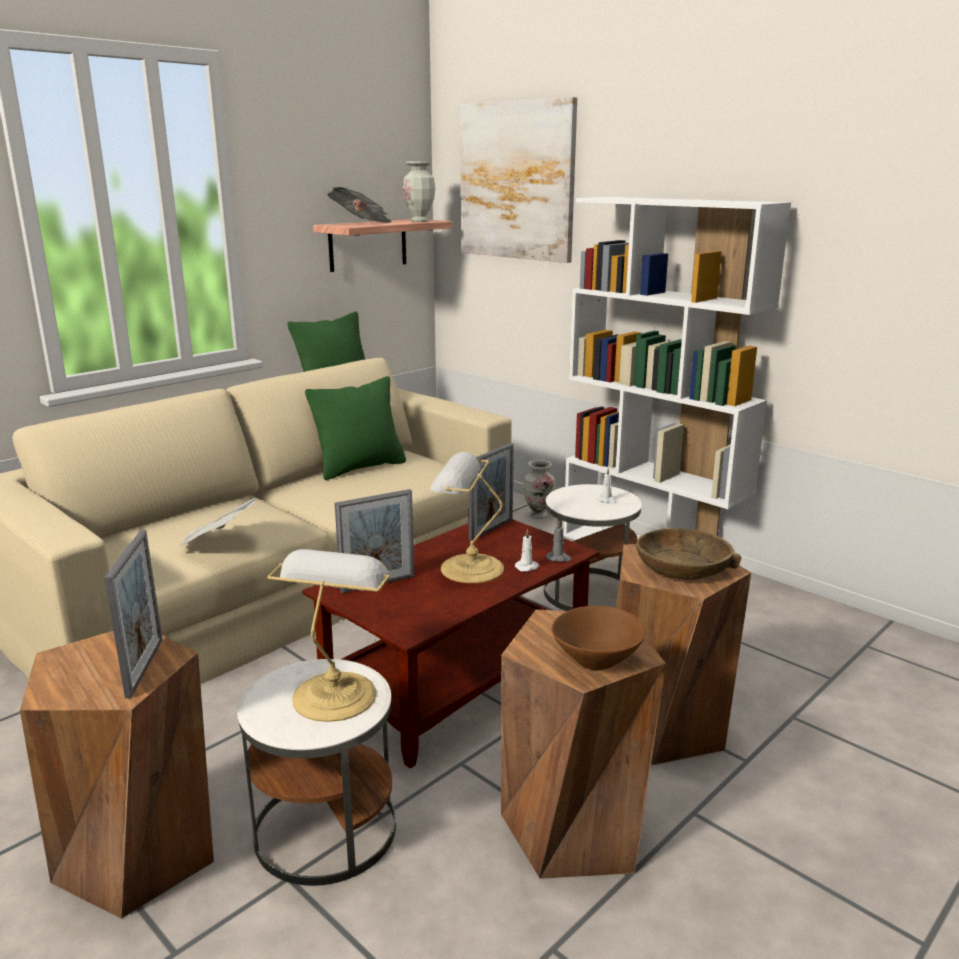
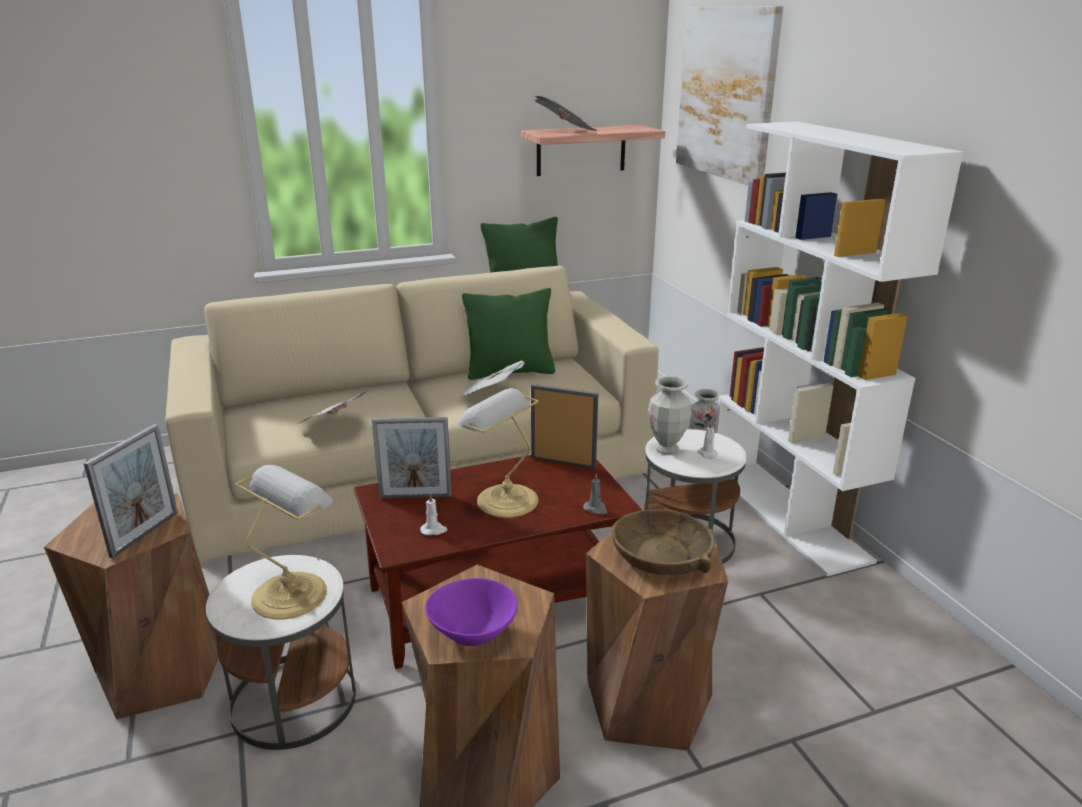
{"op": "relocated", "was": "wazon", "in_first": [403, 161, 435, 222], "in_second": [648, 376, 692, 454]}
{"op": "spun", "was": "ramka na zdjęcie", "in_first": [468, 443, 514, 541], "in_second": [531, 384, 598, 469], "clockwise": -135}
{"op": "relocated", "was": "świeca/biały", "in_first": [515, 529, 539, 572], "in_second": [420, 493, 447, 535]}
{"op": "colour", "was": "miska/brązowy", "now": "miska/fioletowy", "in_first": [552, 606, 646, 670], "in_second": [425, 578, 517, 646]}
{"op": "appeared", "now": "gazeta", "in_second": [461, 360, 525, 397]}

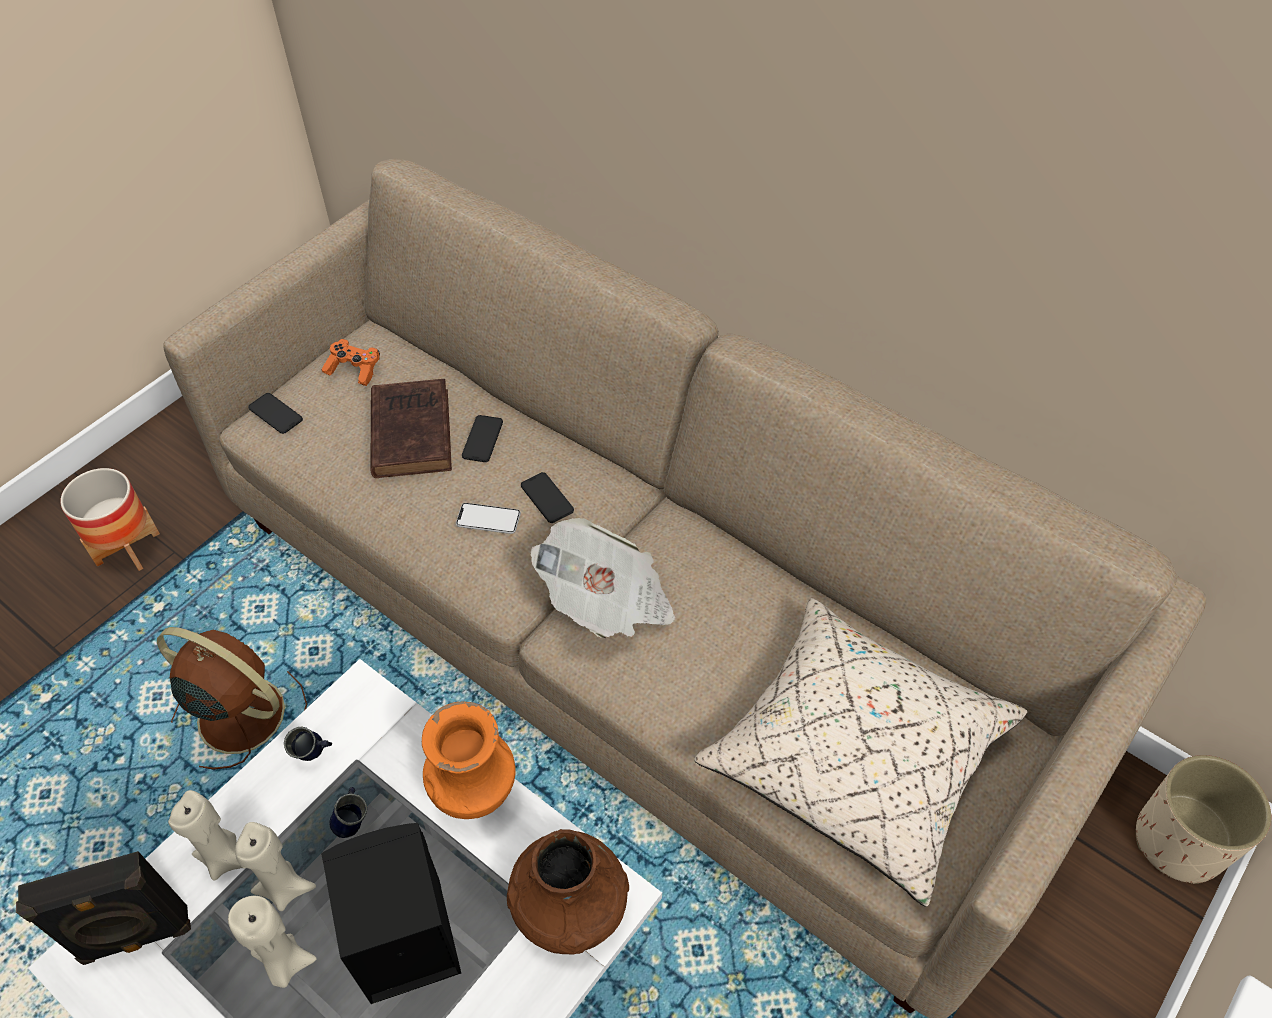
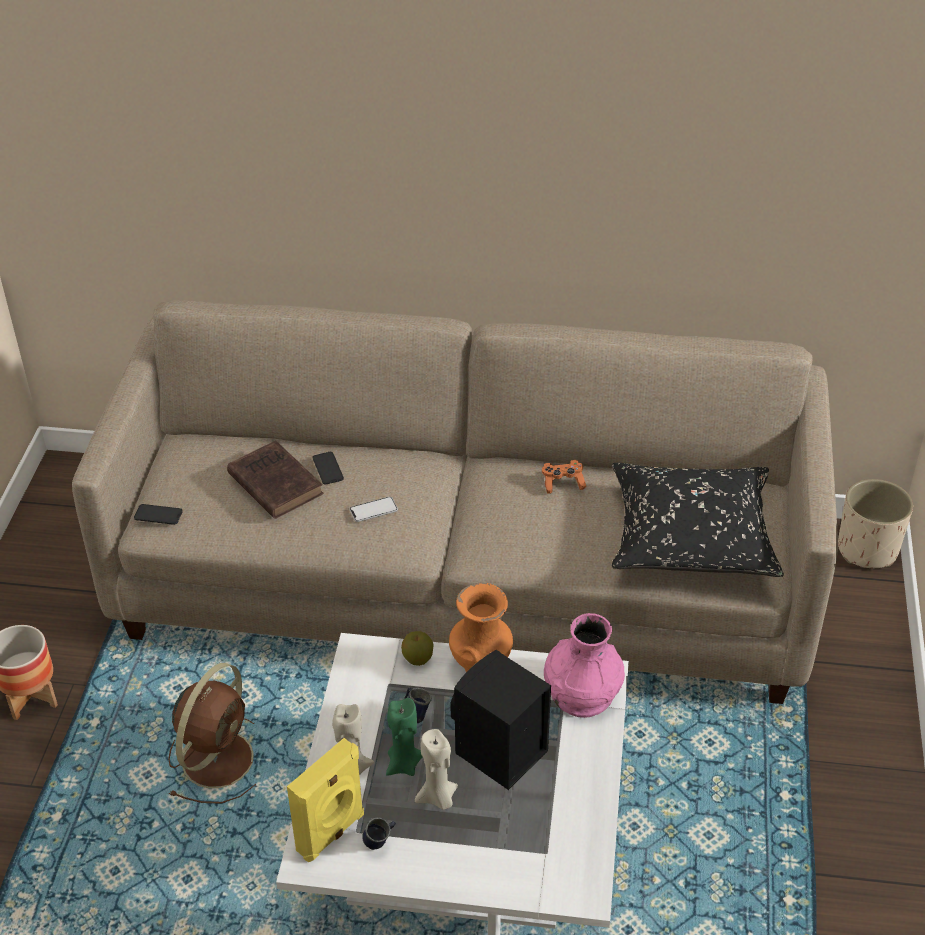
{"op": "relocated", "was": "pad do gier/pomarańczowy", "in_first": [322, 339, 380, 386], "in_second": [542, 460, 587, 494]}
{"op": "missing", "was": "telefon", "in_first": [521, 472, 574, 523]}
{"op": "missing", "was": "gazeta", "in_first": [531, 518, 675, 639]}
{"op": "colour", "was": "poduszka/beżowy", "now": "poduszka/czarny", "in_first": [694, 598, 1027, 907], "in_second": [612, 463, 784, 577]}
{"op": "spun", "was": "wentylator/brązowy", "in_first": [157, 627, 307, 769], "in_second": [168, 663, 256, 803], "clockwise": 120}
{"op": "relocated", "was": "kubek/niebieski", "in_first": [284, 727, 332, 761], "in_second": [362, 818, 396, 850]}
{"op": "colour", "was": "świeca/beżowy", "now": "świeca/zielony", "in_first": [235, 822, 316, 911], "in_second": [386, 698, 423, 776]}
{"op": "colour", "was": "wazon/brązowy", "now": "wazon/różowy", "in_first": [507, 829, 629, 955], "in_second": [544, 613, 625, 718]}
{"op": "colour", "was": "głośnik/czarny", "now": "głośnik/żółty", "in_first": [16, 851, 191, 965], "in_second": [287, 738, 364, 863]}
{"op": "appeared", "now": "jabłko", "in_second": [401, 631, 434, 666]}

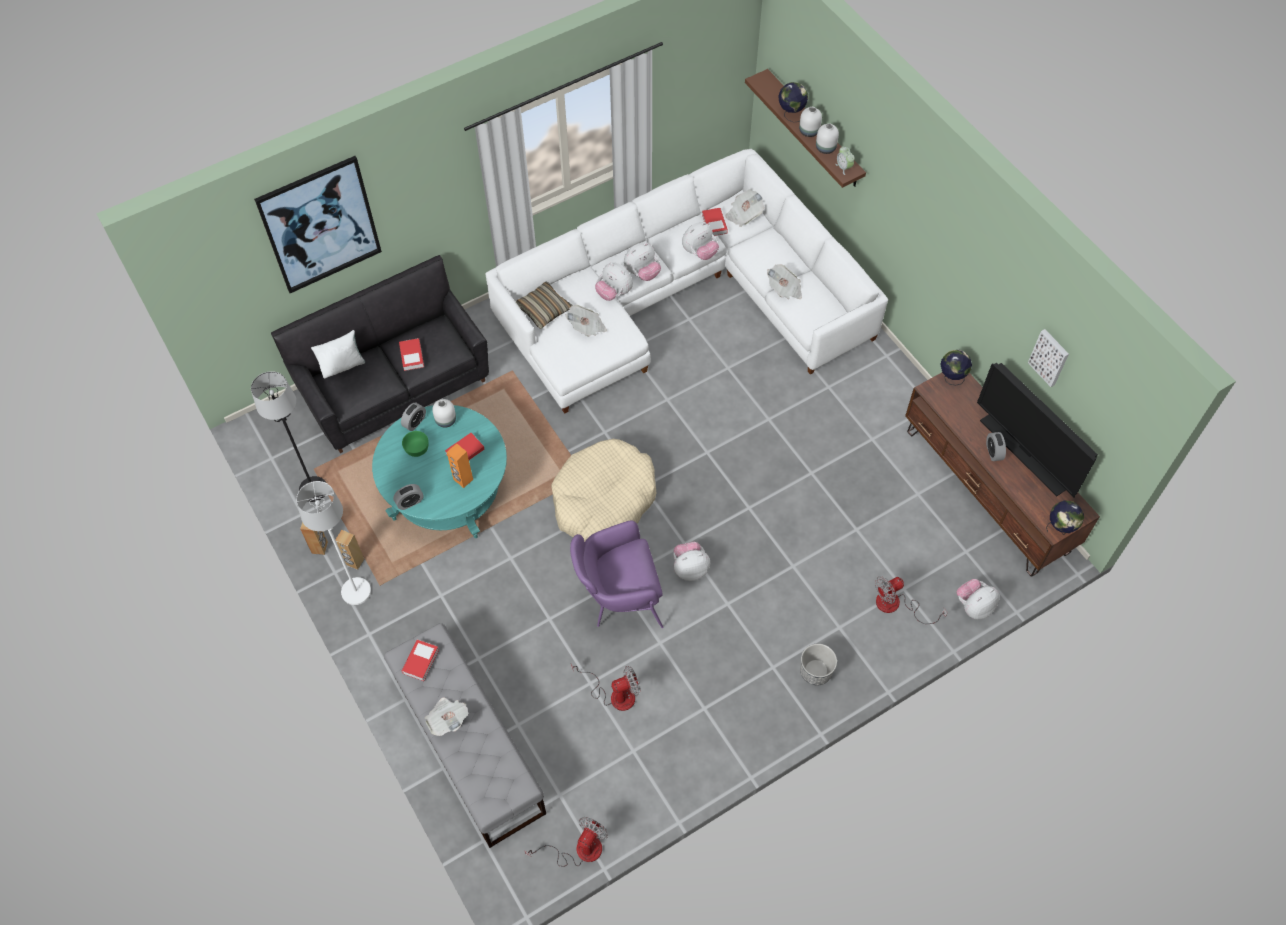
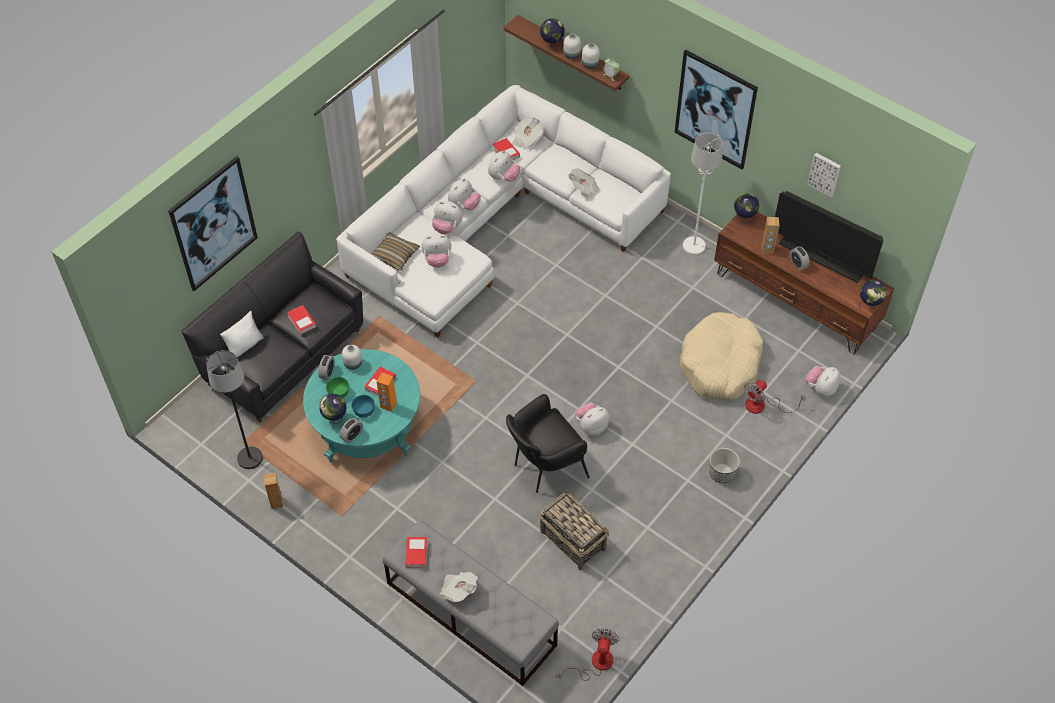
{"op": "exchanged", "was": "gazeta", "now": "pluszak", "in_first": [565, 305, 607, 336], "in_second": [421, 233, 451, 268]}
{"op": "relocated", "was": "legowisko/beżowy", "in_first": [551, 439, 657, 542], "in_second": [680, 312, 763, 400]}
{"op": "relocated", "was": "lampa stojąca/biały", "in_first": [296, 481, 371, 605], "in_second": [683, 132, 723, 255]}
{"op": "colour", "was": "fotel/fioletowy", "now": "fotel/czarny", "in_first": [570, 520, 664, 628], "in_second": [506, 394, 590, 493]}
{"op": "relocated", "was": "głośnik/brązowy", "in_first": [336, 530, 364, 570], "in_second": [761, 217, 780, 254]}
{"op": "exchanged", "was": "wentylator", "now": "koszyk", "in_first": [571, 664, 641, 711], "in_second": [539, 490, 610, 570]}
{"op": "appeared", "now": "obraz", "in_second": [674, 50, 758, 169]}
{"op": "appeared", "now": "globus", "in_second": [319, 394, 347, 424]}
{"op": "appeared", "now": "miska/turkusowy", "in_second": [352, 395, 375, 418]}

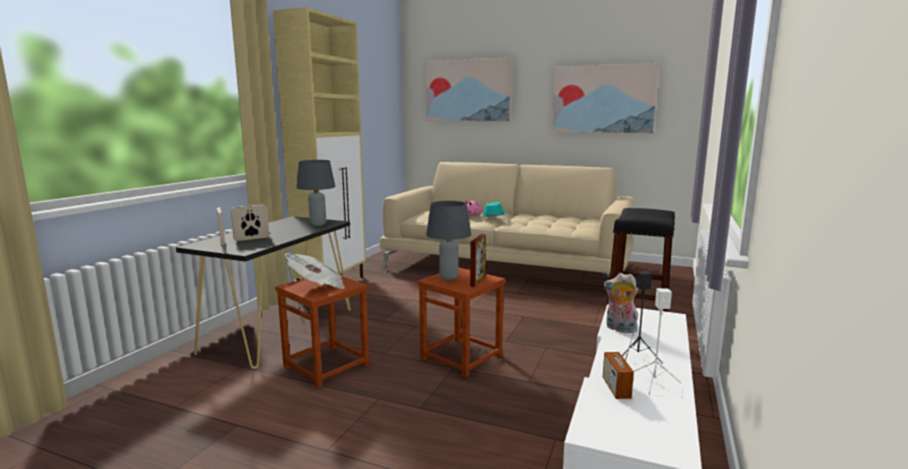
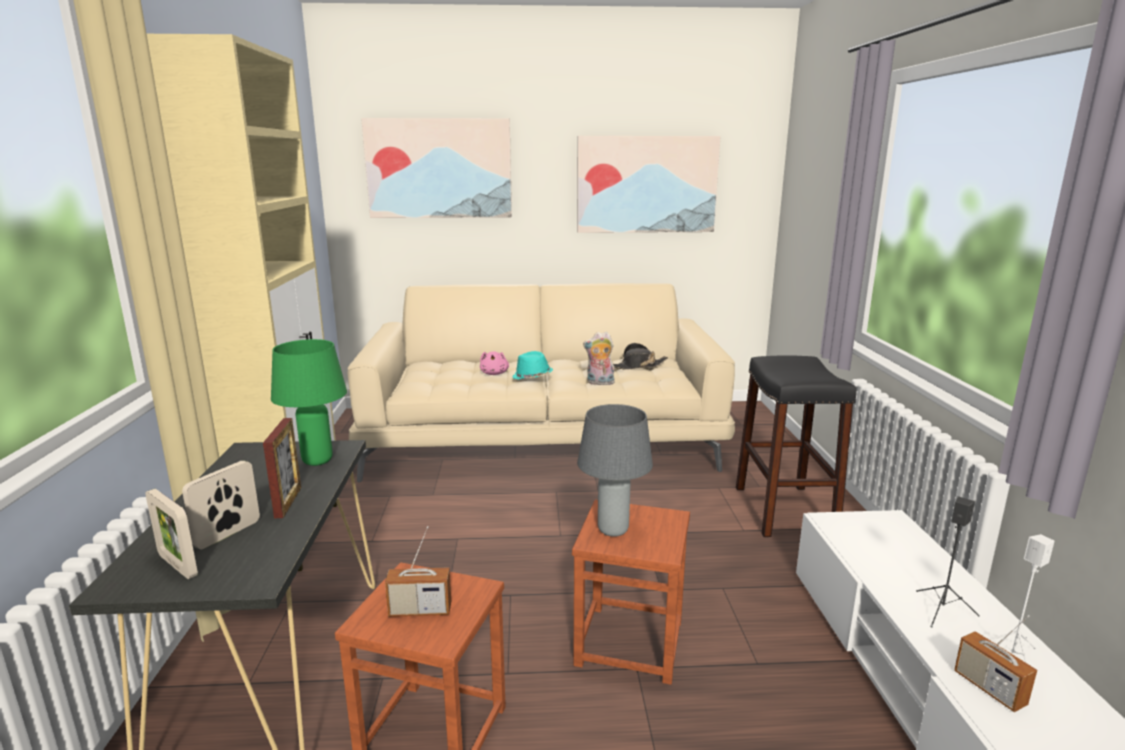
{"op": "colour", "was": "lampa stołowa/szary", "now": "lampa stołowa/zielony", "in_first": [296, 160, 335, 226], "in_second": [271, 339, 347, 466]}
{"op": "relocated", "was": "ramka na zdjęcie", "in_first": [470, 234, 486, 287], "in_second": [263, 418, 301, 518]}
{"op": "exchanged", "was": "gazeta", "now": "radio", "in_first": [284, 253, 345, 289], "in_second": [385, 526, 451, 617]}
{"op": "relocated", "was": "pluszak", "in_first": [604, 273, 639, 333], "in_second": [583, 332, 615, 385]}
{"op": "appeared", "now": "kapelusz/czarny", "in_second": [613, 343, 668, 370]}

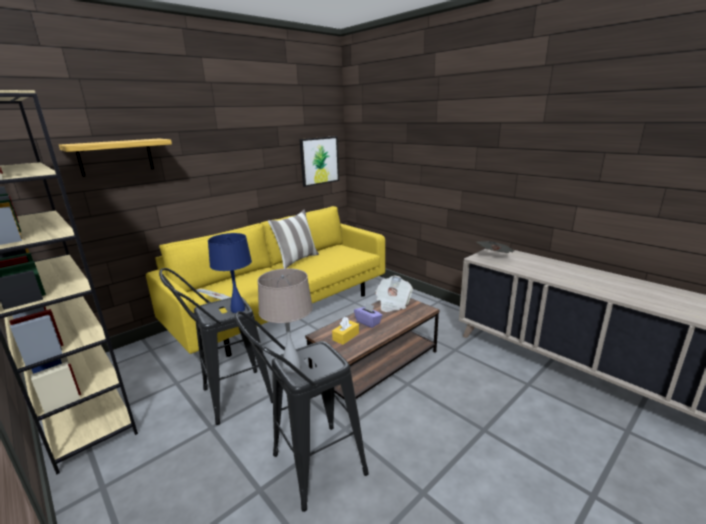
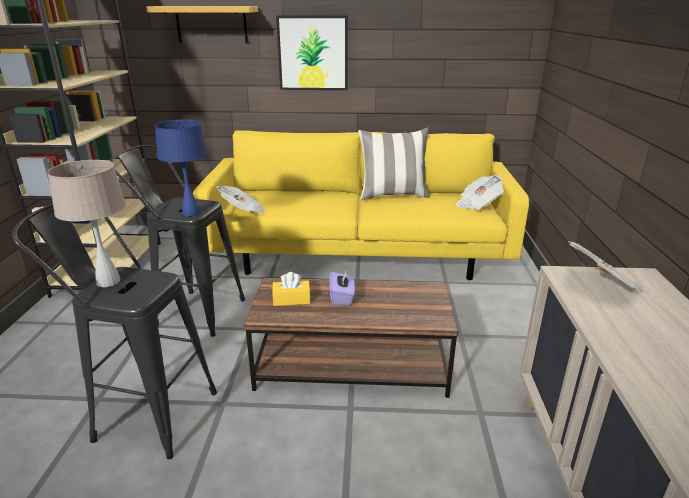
{"op": "relocated", "was": "obraz", "in_first": [300, 136, 339, 187], "in_second": [276, 15, 348, 90]}
{"op": "relocated", "was": "gazeta", "in_first": [375, 276, 413, 312], "in_second": [456, 176, 504, 210]}

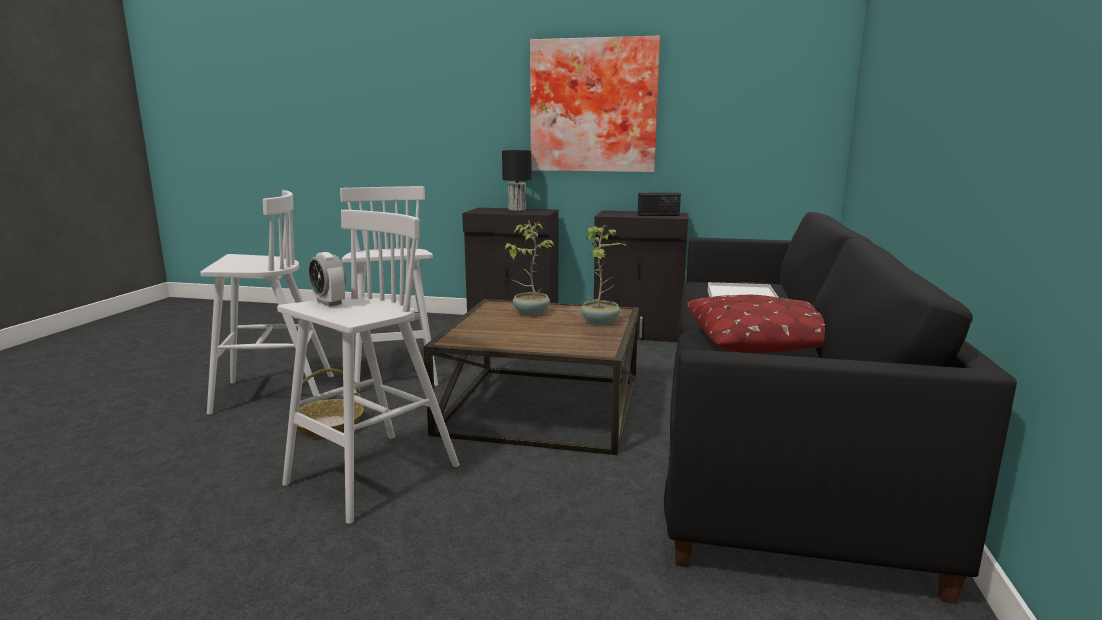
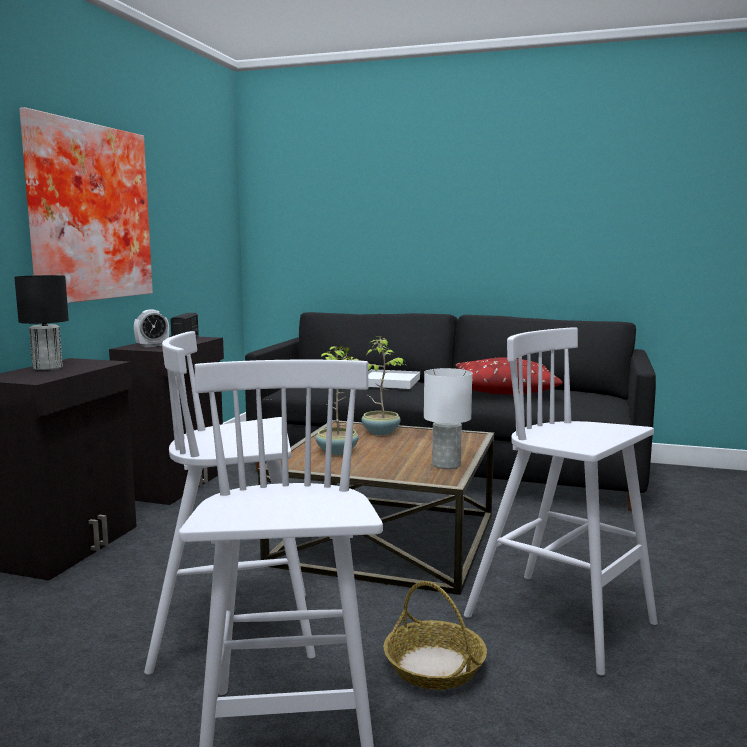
{"op": "relocated", "was": "budzik", "in_first": [308, 252, 346, 306], "in_second": [134, 310, 169, 348]}
{"op": "appeared", "now": "lampa stołowa/biały", "in_second": [424, 368, 472, 469]}

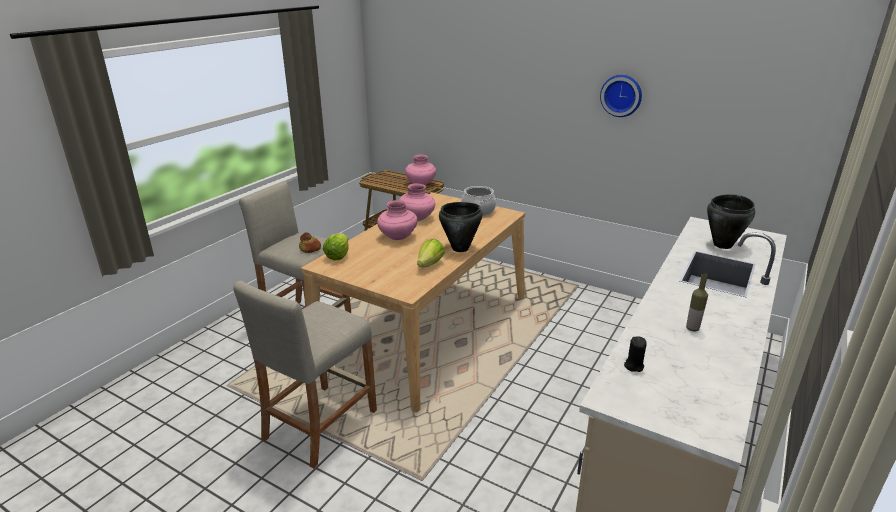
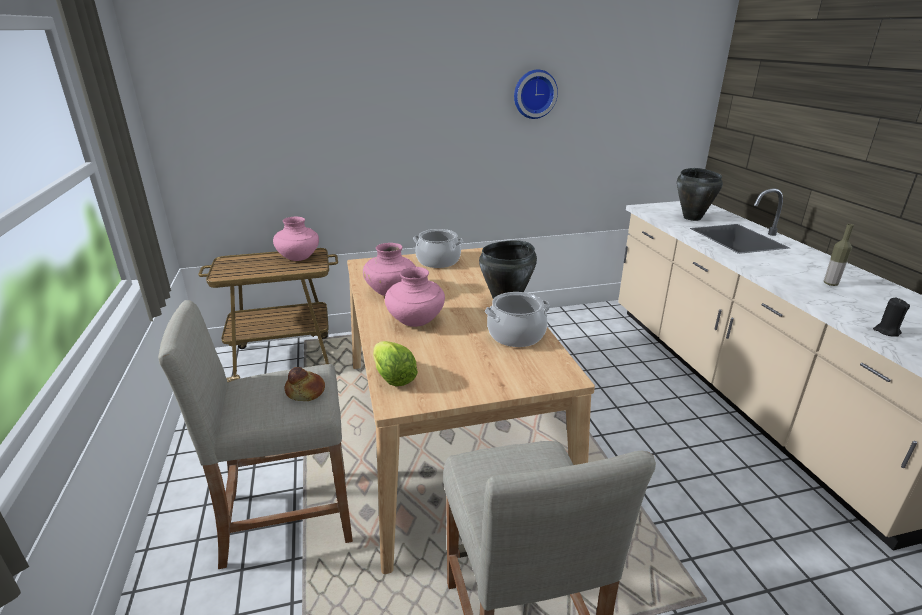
{"op": "exchanged", "was": "sałata", "now": "garnek", "in_first": [417, 239, 445, 268], "in_second": [485, 292, 550, 347]}

